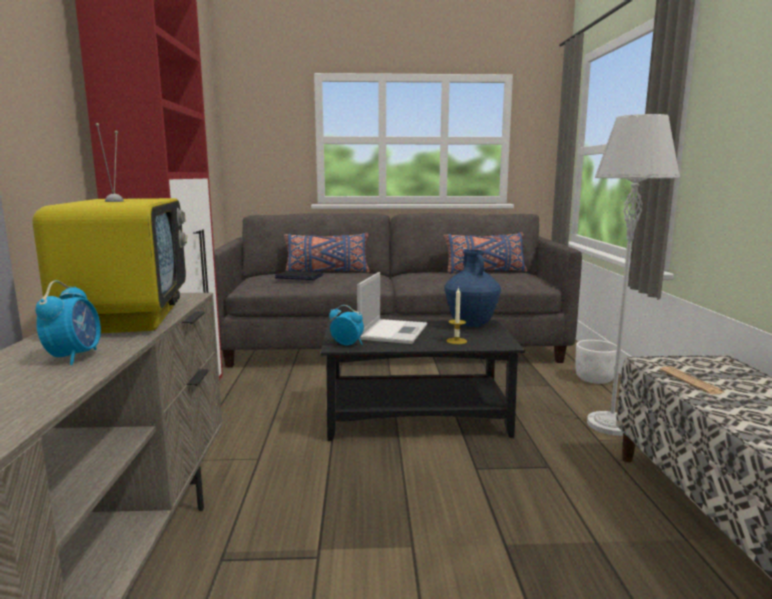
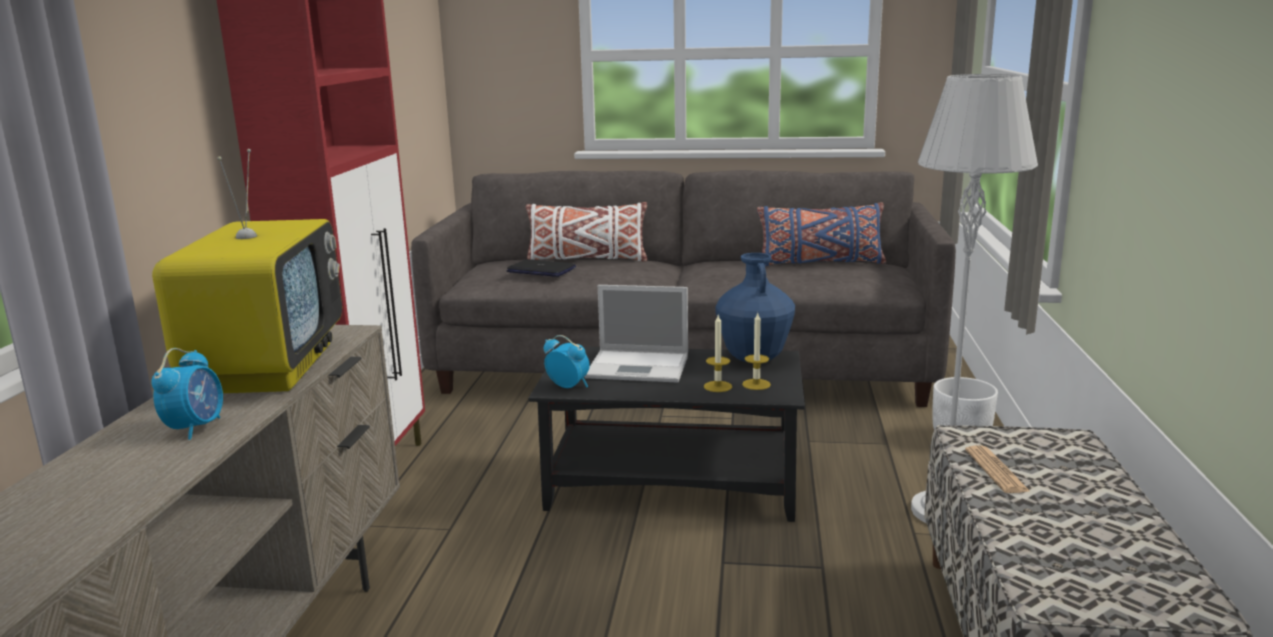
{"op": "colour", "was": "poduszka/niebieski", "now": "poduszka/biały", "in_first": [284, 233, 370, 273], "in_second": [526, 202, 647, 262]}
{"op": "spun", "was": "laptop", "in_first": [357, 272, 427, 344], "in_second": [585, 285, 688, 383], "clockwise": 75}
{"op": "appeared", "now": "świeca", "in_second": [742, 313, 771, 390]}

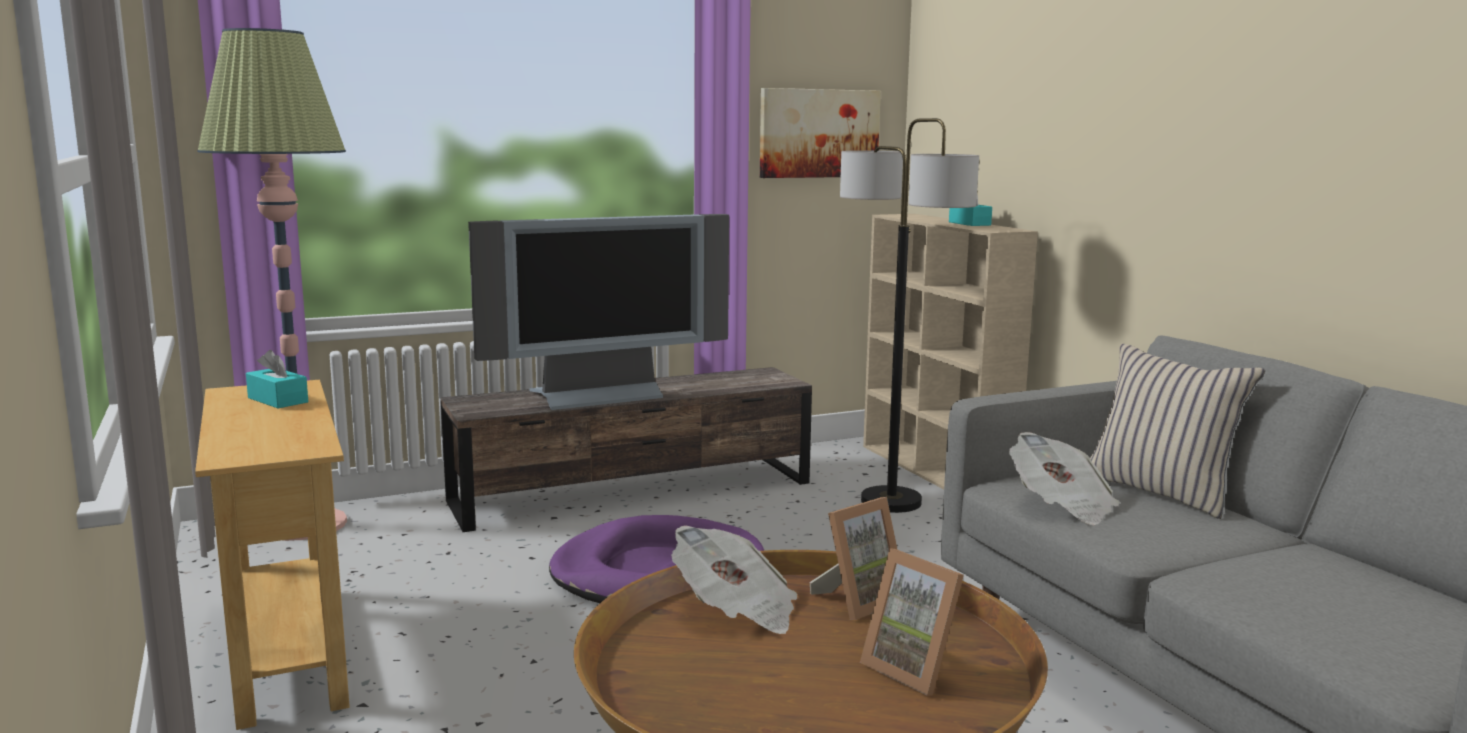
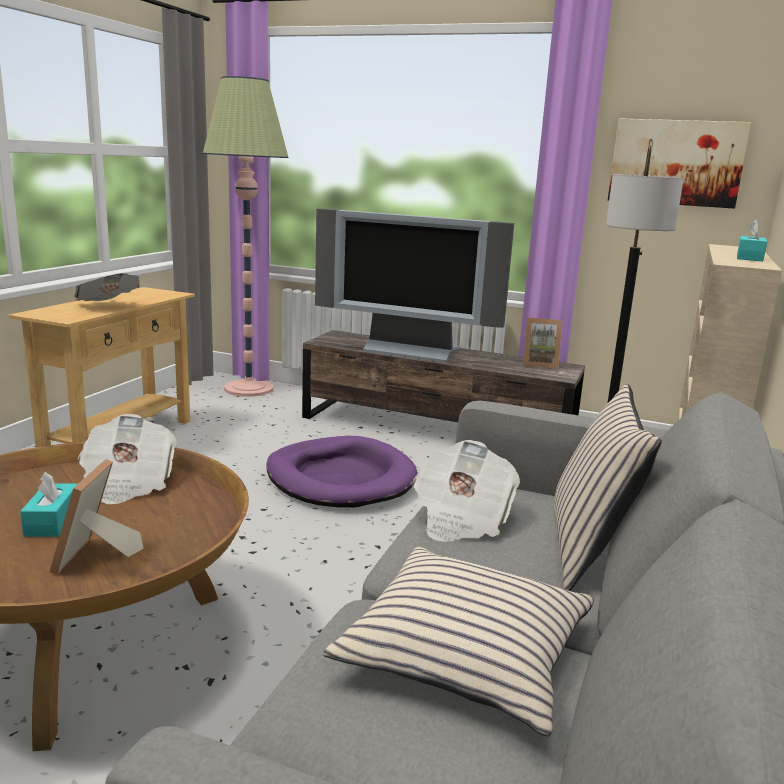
{"op": "relocated", "was": "pudełko chusteczek/turkusowy", "in_first": [246, 350, 308, 408], "in_second": [20, 472, 77, 537]}
{"op": "relocated", "was": "ramka na zdjęcie", "in_first": [810, 497, 898, 620], "in_second": [523, 318, 562, 369]}
{"op": "appeared", "now": "gazeta", "in_second": [75, 273, 140, 301]}
{"op": "appeared", "now": "poduszka/beżowy", "in_second": [323, 547, 594, 736]}

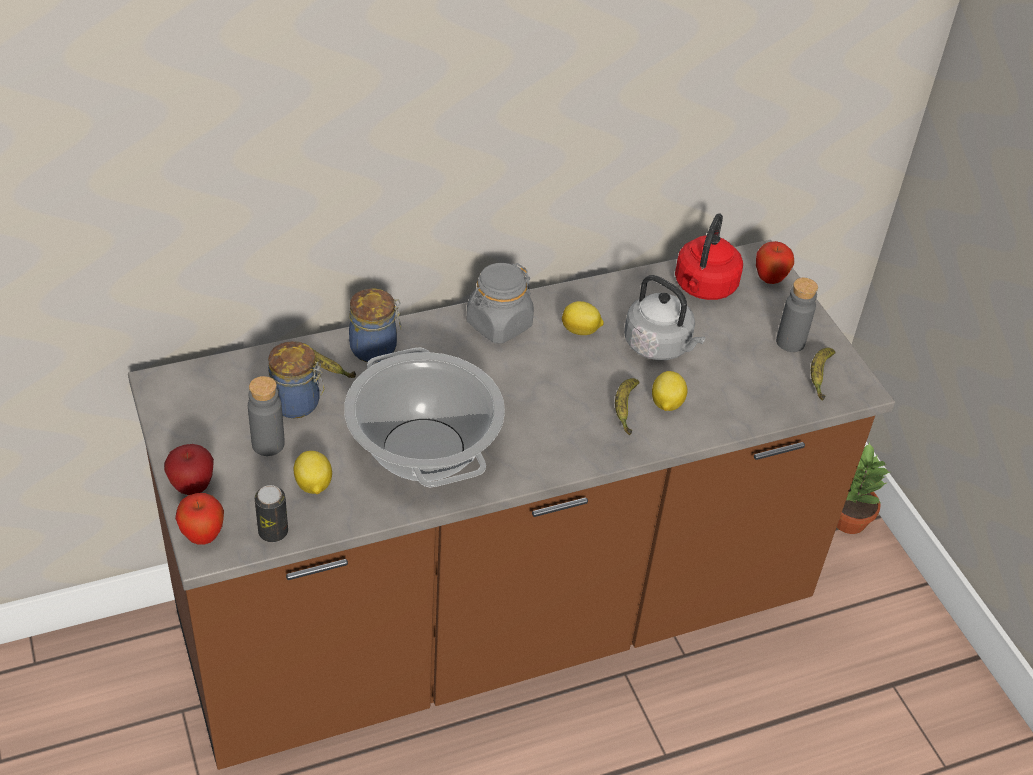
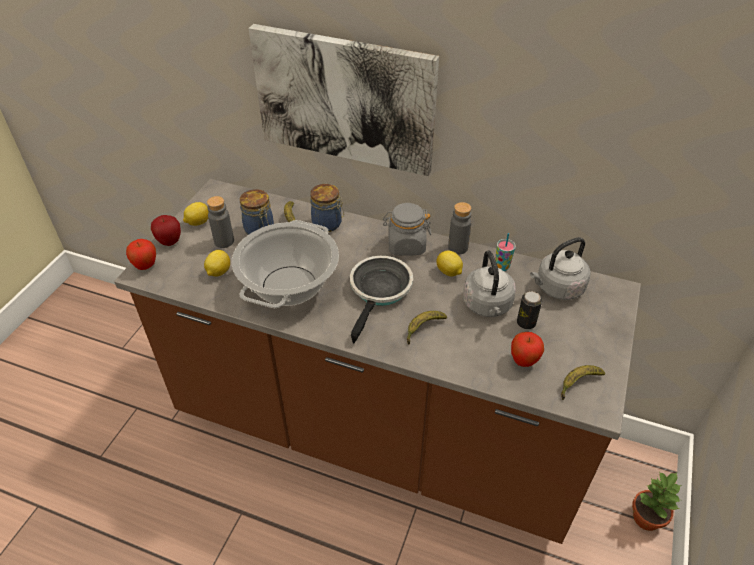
{"op": "colour", "was": "czajnik/czerwony", "now": "czajnik/szary", "in_first": [675, 213, 743, 300], "in_second": [530, 237, 591, 300]}
{"op": "relocated", "was": "jabłko", "in_first": [756, 241, 794, 284], "in_second": [511, 332, 544, 367]}
{"op": "relocated", "was": "butelka/szary", "in_first": [776, 278, 818, 352], "in_second": [448, 202, 472, 254]}
{"op": "relocated", "was": "cytryna", "in_first": [652, 371, 687, 411], "in_second": [183, 202, 209, 226]}
{"op": "relocated", "was": "puszka", "in_first": [254, 485, 288, 542], "in_second": [517, 291, 542, 329]}
{"op": "appeared", "now": "obraz", "in_second": [248, 24, 439, 176]}
{"op": "appeared", "now": "filiżanka", "in_second": [495, 233, 516, 271]}
{"op": "appeared", "now": "patelnia", "in_second": [350, 256, 413, 343]}

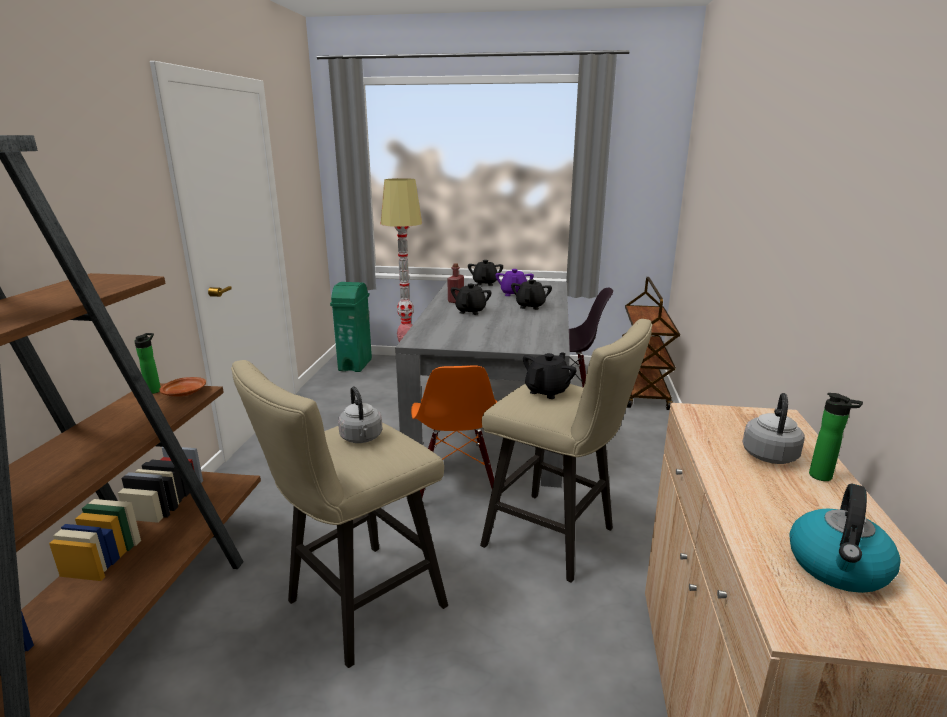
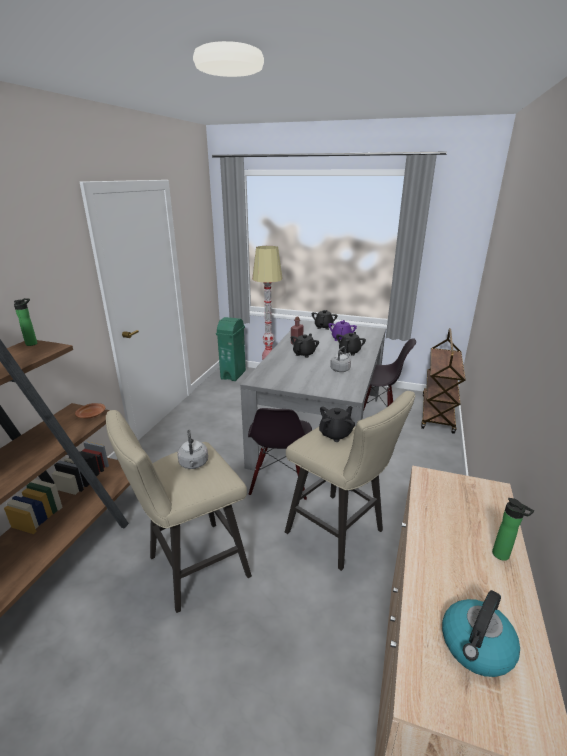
{"op": "relocated", "was": "butelka", "in_first": [134, 333, 160, 394], "in_second": [14, 298, 37, 346]}
{"op": "colour", "was": "krzesło/pomarańczowy", "now": "krzesło/czarny", "in_first": [411, 365, 500, 502], "in_second": [248, 408, 312, 500]}
{"op": "relocated", "was": "czajnik/szary", "in_first": [742, 393, 805, 464], "in_second": [330, 346, 351, 372]}

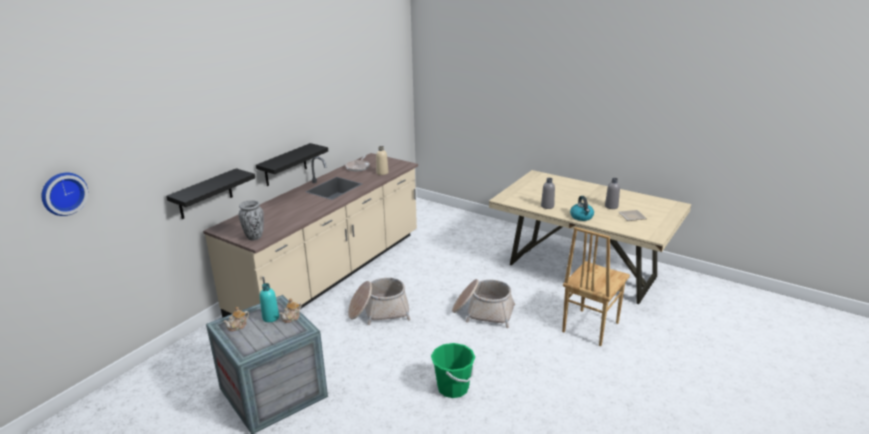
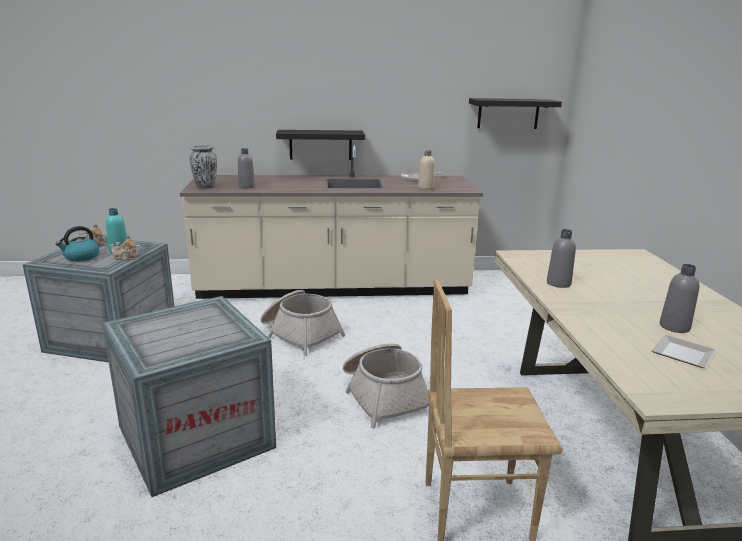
{"op": "relocated", "was": "półka/czarny", "in_first": [166, 168, 255, 219], "in_second": [469, 98, 562, 129]}
{"op": "missing", "was": "zegar ścienny", "in_first": [42, 173, 88, 216]}
{"op": "relocated", "was": "czajnik", "in_first": [570, 196, 594, 221], "in_second": [56, 226, 99, 262]}
{"op": "exchanged", "was": "wiadro/zielony", "now": "skrzynka", "in_first": [431, 343, 475, 398], "in_second": [102, 296, 276, 497]}
{"op": "appeared", "now": "butelka/szary", "in_second": [238, 148, 255, 188]}

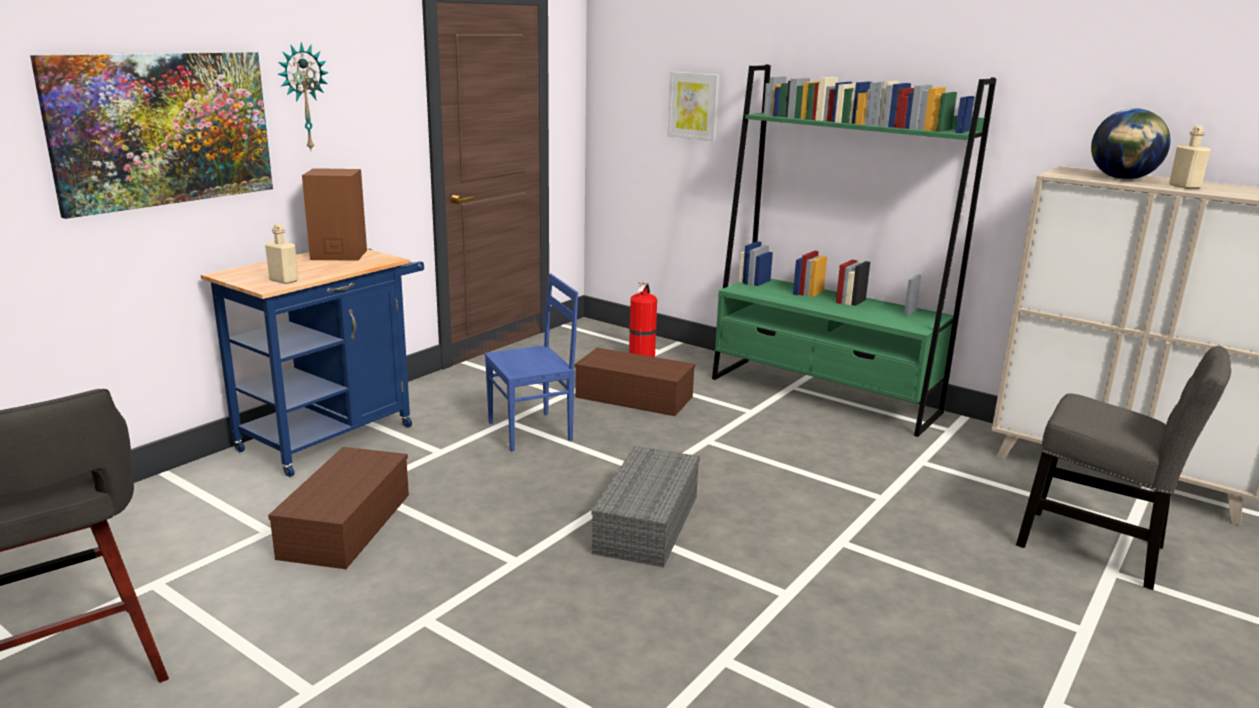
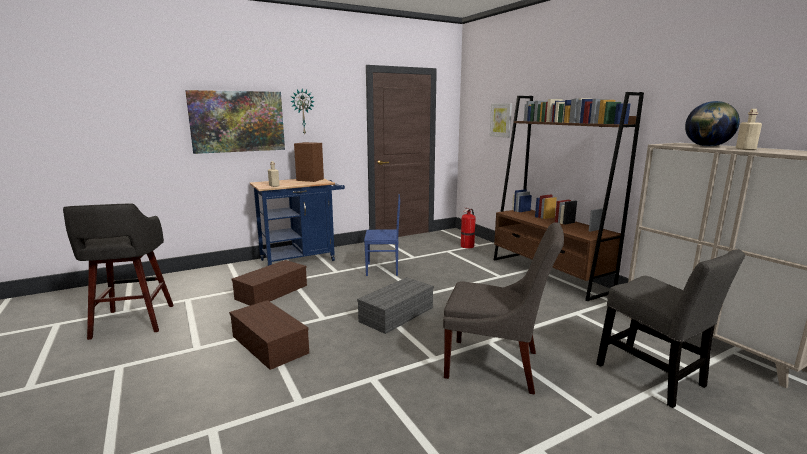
{"op": "colour", "was": "regał/zielony", "now": "regał/brązowy", "in_first": [712, 64, 996, 437], "in_second": [494, 92, 644, 301]}
{"op": "relocated", "was": "pojemnik do przechowywania/brązowy", "in_first": [575, 348, 695, 416], "in_second": [229, 300, 309, 370]}
{"op": "appeared", "now": "krzesło/szary", "in_second": [443, 223, 564, 395]}

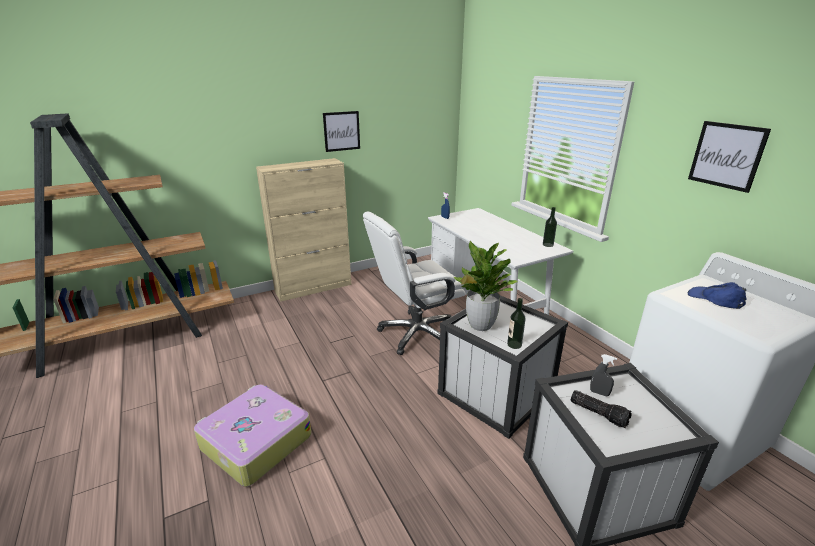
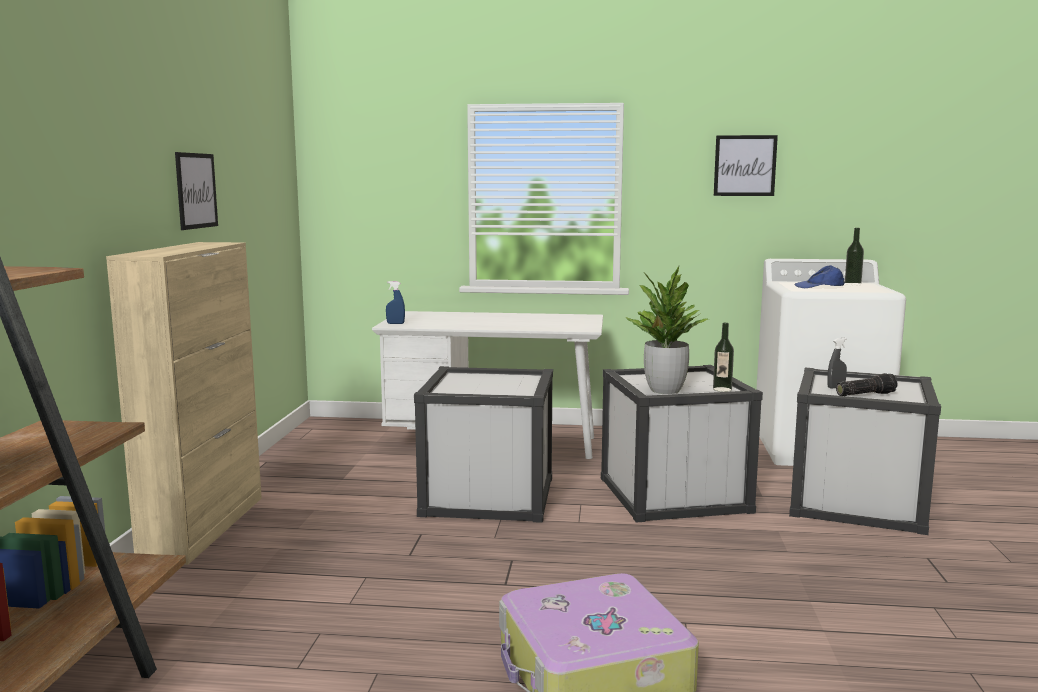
{"op": "relocated", "was": "butelka", "in_first": [543, 207, 557, 247], "in_second": [844, 228, 864, 287]}
{"op": "exchanged", "was": "krzesło biurowe/biały", "now": "pojemnik do przechowywania/biały", "in_first": [363, 211, 470, 355], "in_second": [414, 366, 553, 523]}

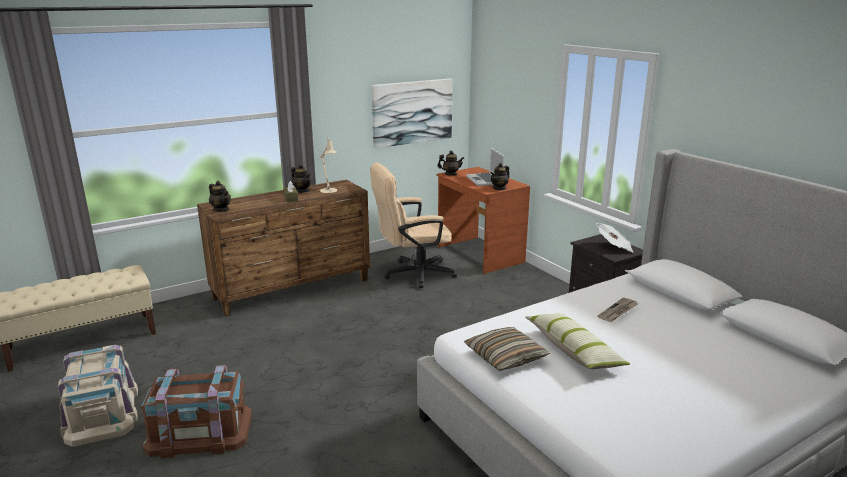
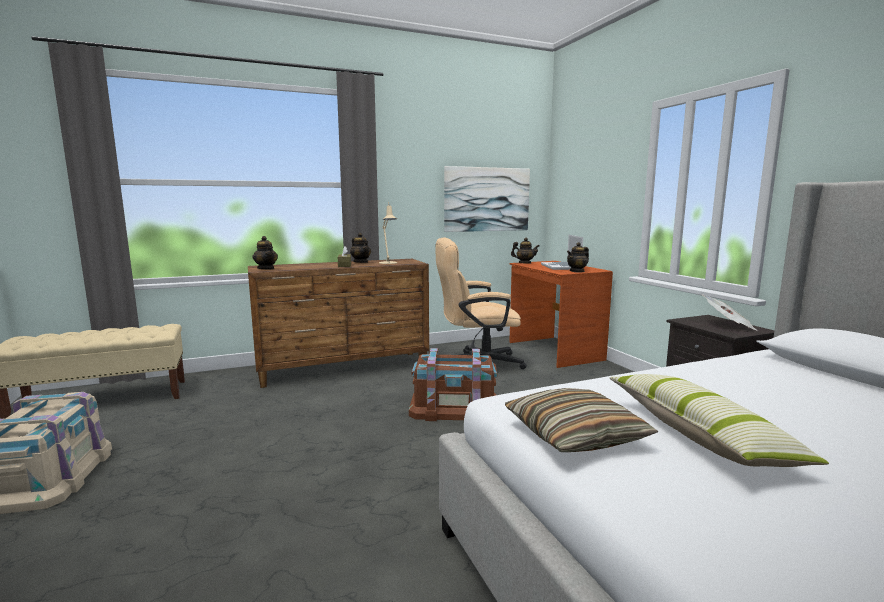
{"op": "missing", "was": "gazeta", "in_first": [598, 297, 638, 322]}
{"op": "relocated", "was": "pojemnik do przechowywania/brązowy", "in_first": [141, 365, 252, 458], "in_second": [409, 348, 497, 421]}

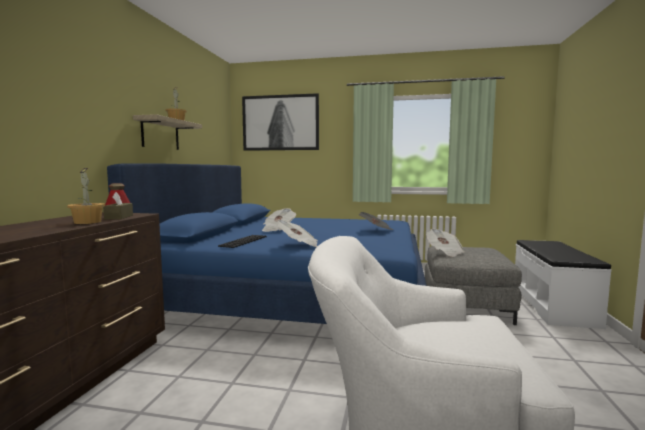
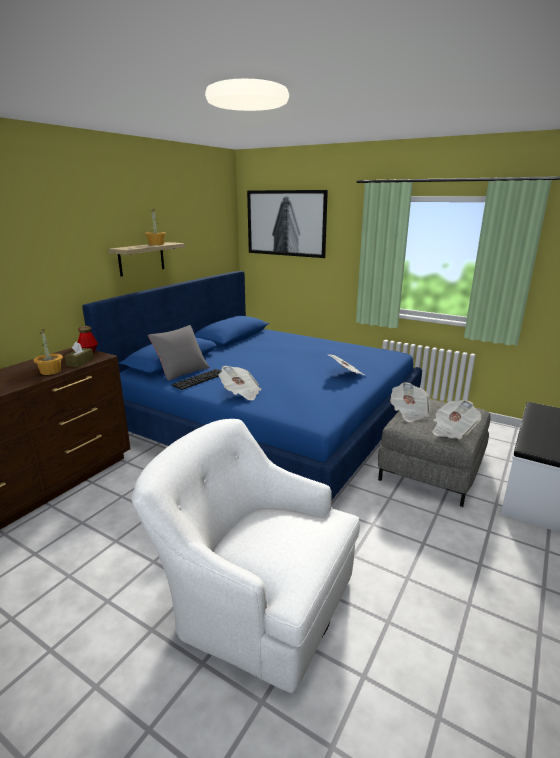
{"op": "relocated", "was": "gazeta", "in_first": [262, 208, 296, 232], "in_second": [432, 400, 481, 439]}
{"op": "appeared", "now": "poduszka/szary", "in_second": [148, 325, 210, 381]}

